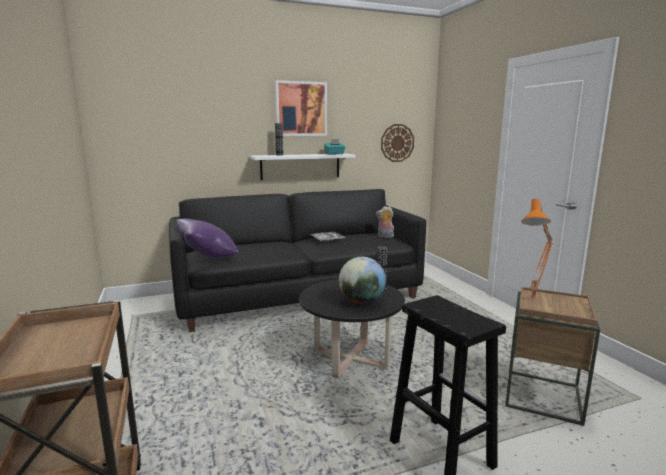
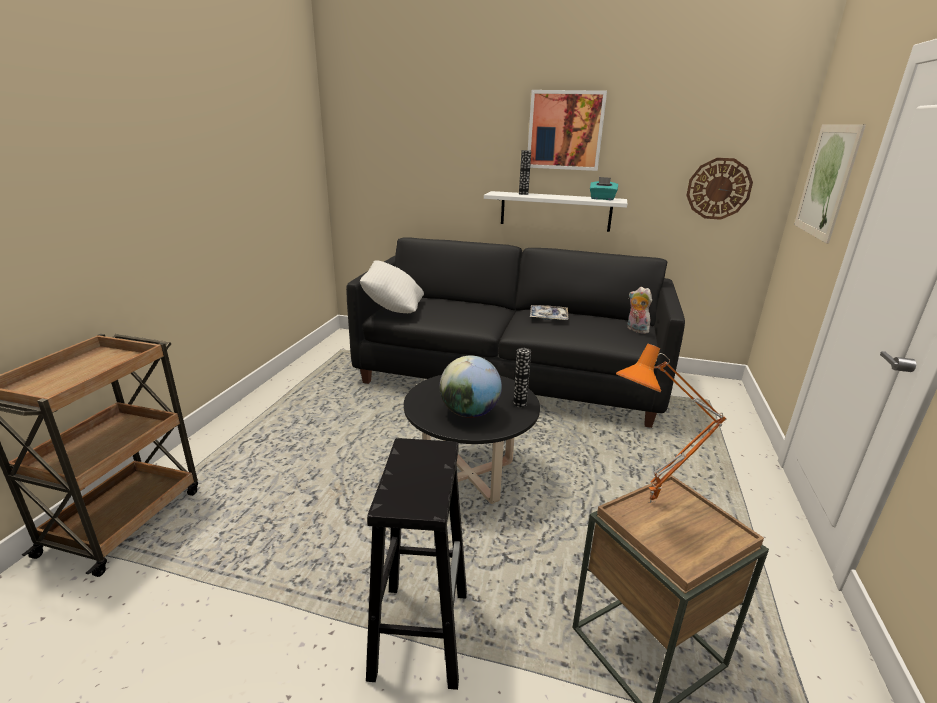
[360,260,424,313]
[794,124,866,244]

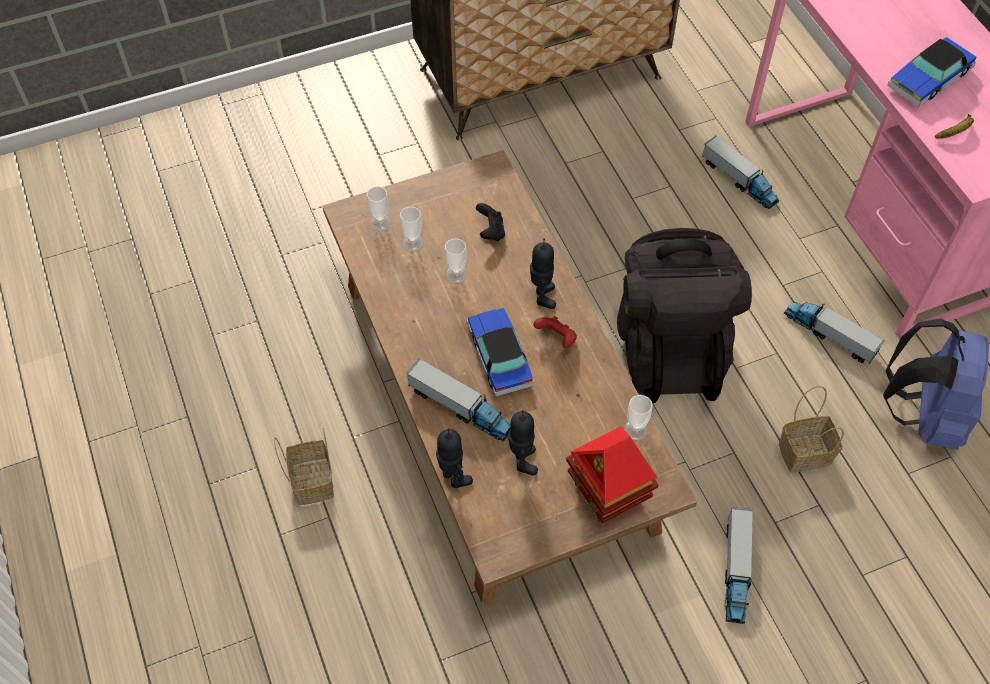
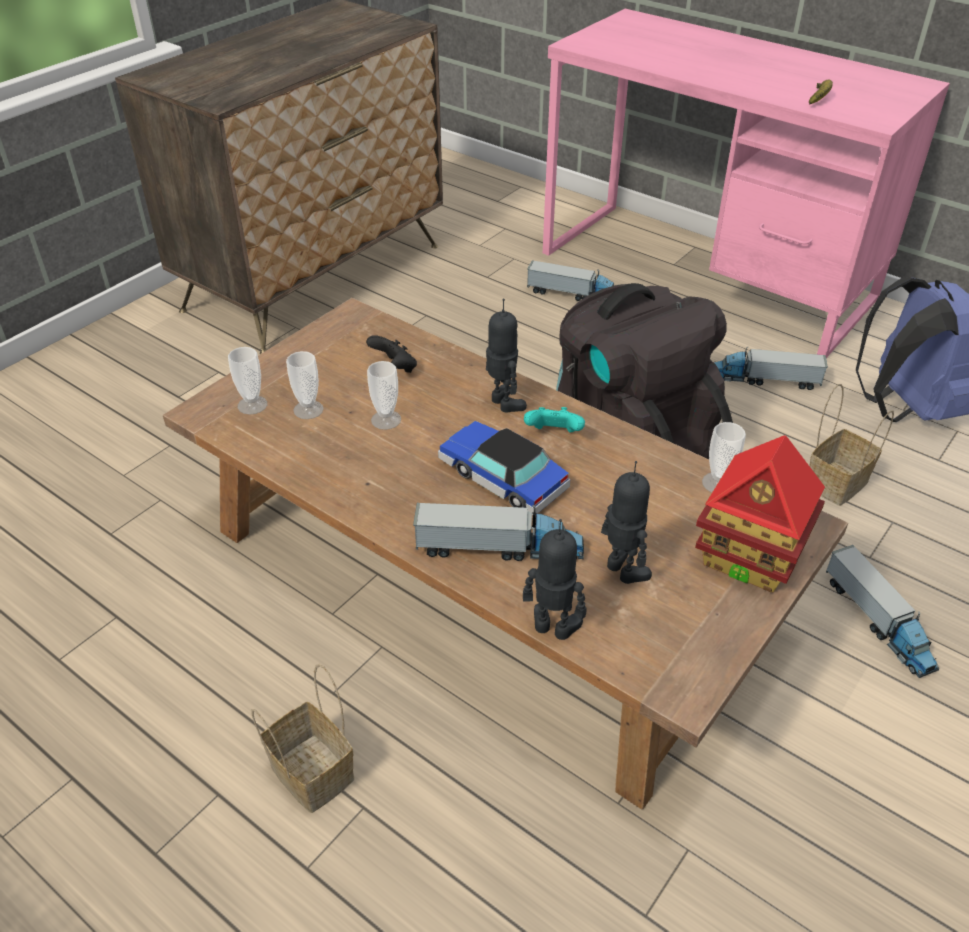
[887,37,976,107] (first image)
[524,407,585,433]

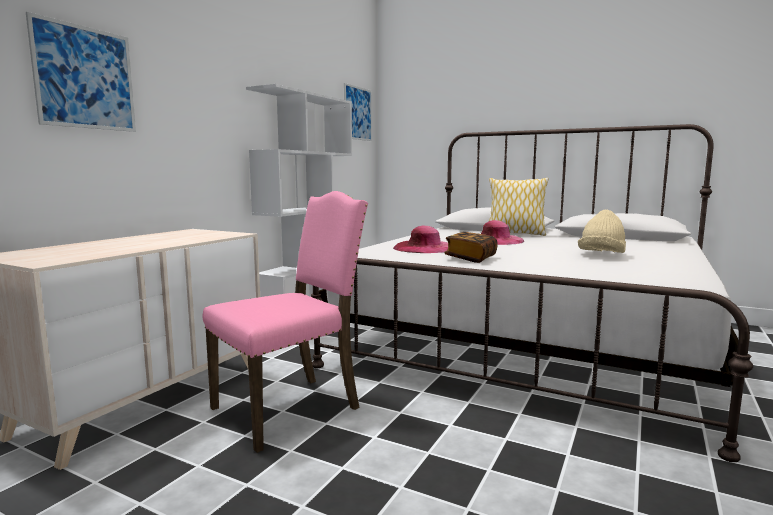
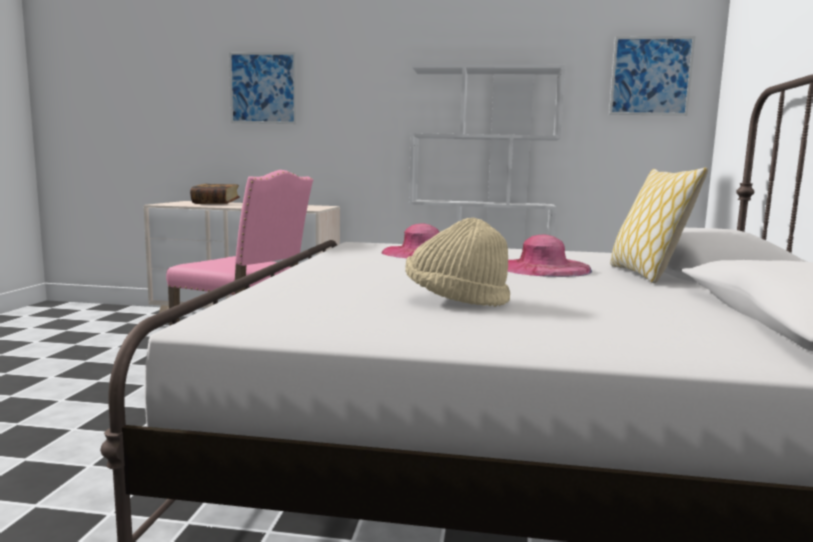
[190,184,240,204]

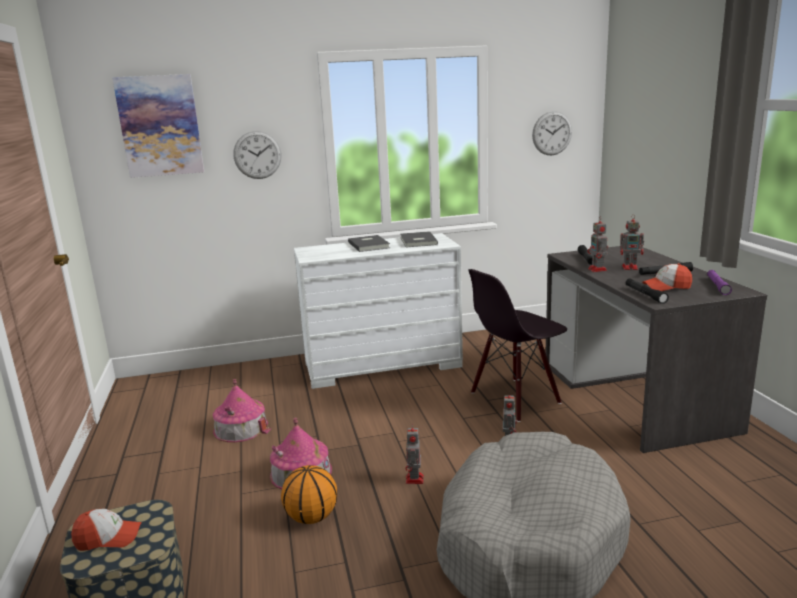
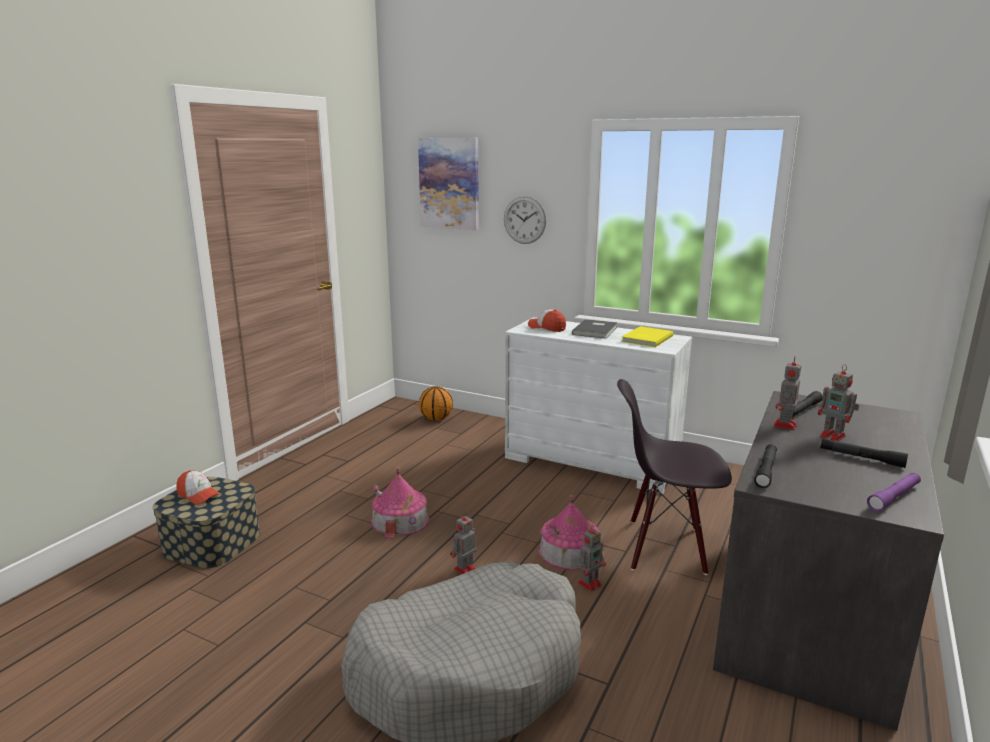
[532,111,572,155] (first image)
[621,326,674,347]
[528,309,566,332]
[538,495,600,570]
[419,386,453,421]

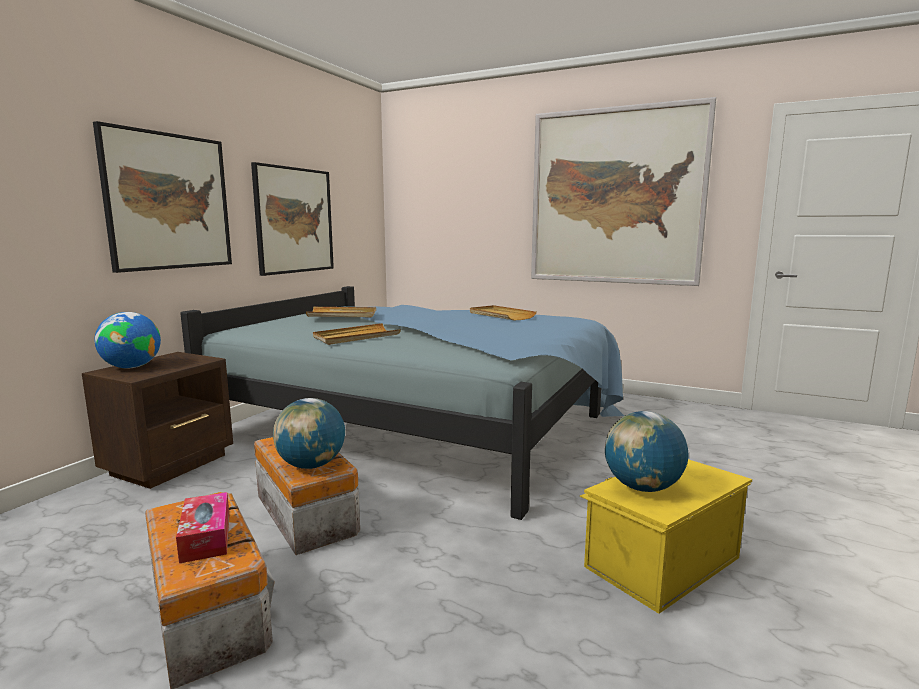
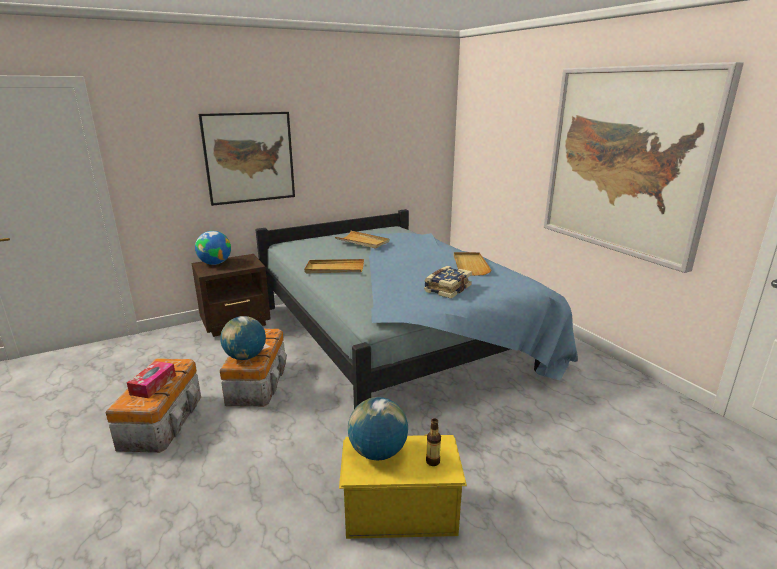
[251,162,334,276] (first image)
[424,266,472,299]
[426,418,441,466]

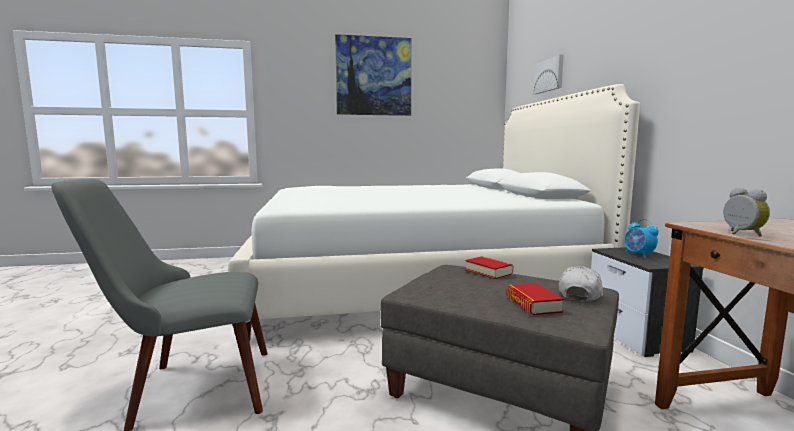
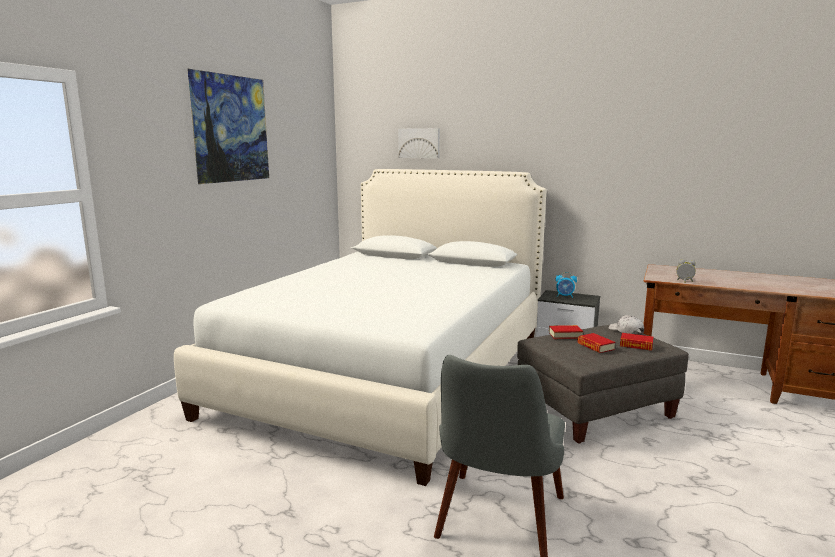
[577,333,615,353]

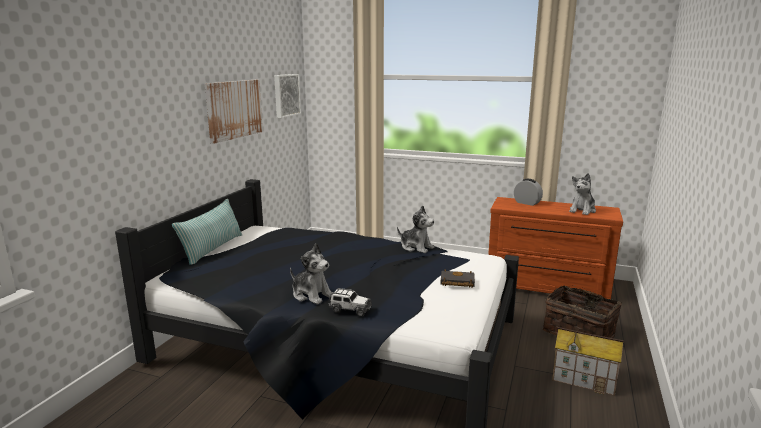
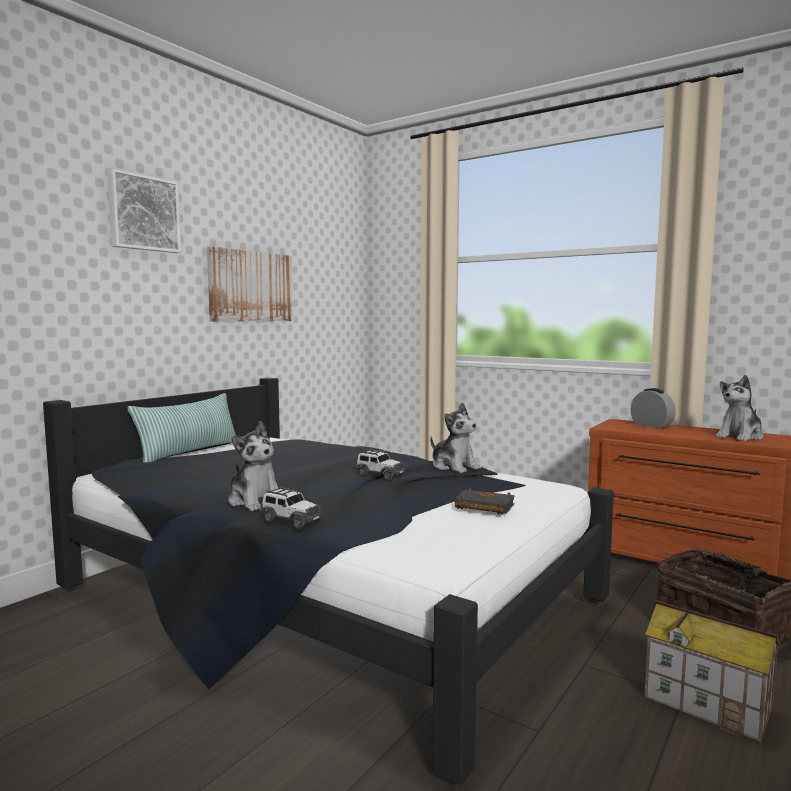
[108,169,181,253]
[355,449,407,480]

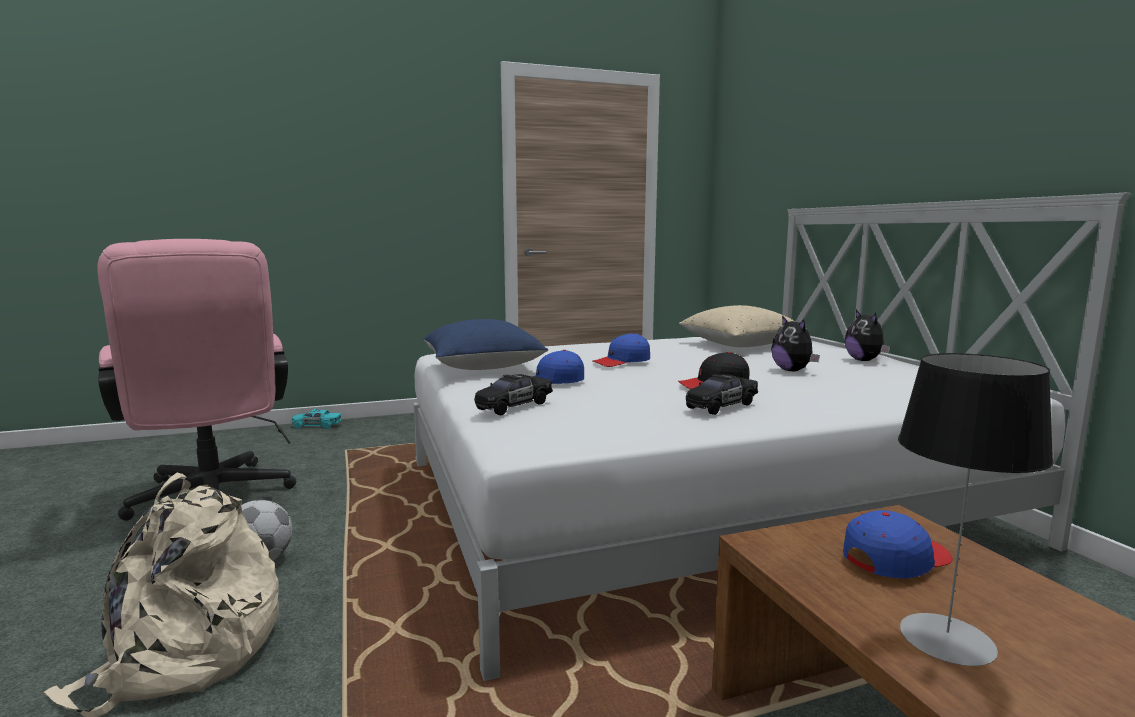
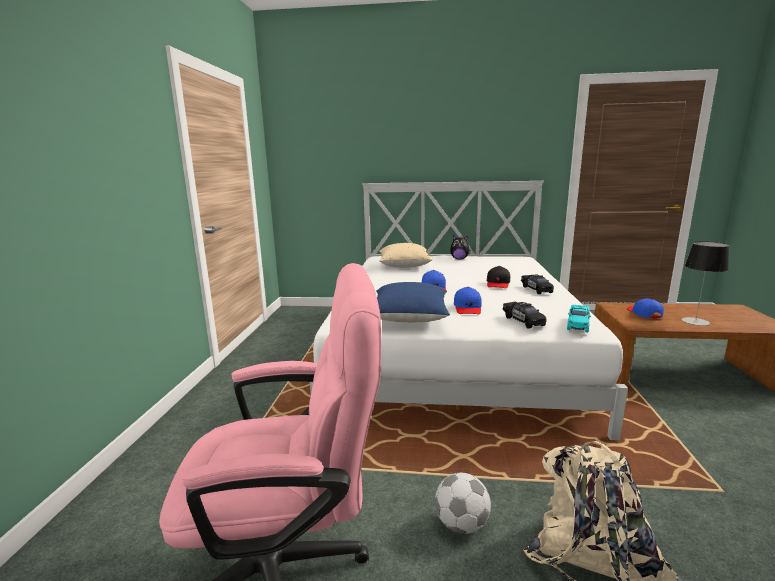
[771,316,820,371] (first image)
[567,305,591,333]

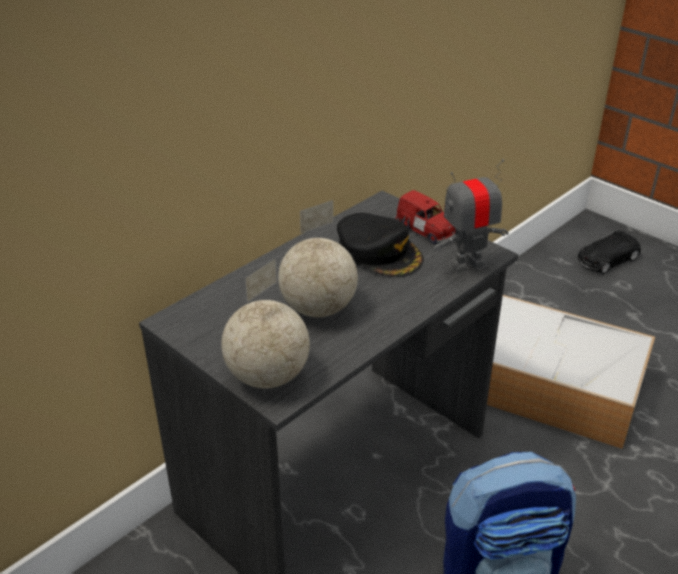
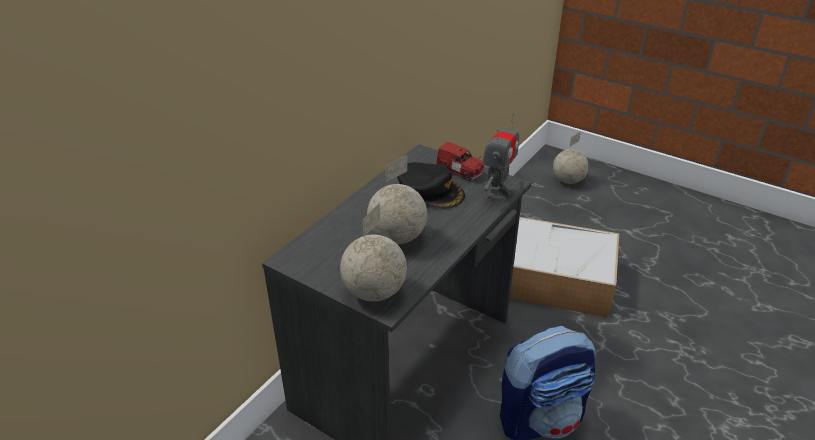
[483,113,519,202]
[553,132,589,184]

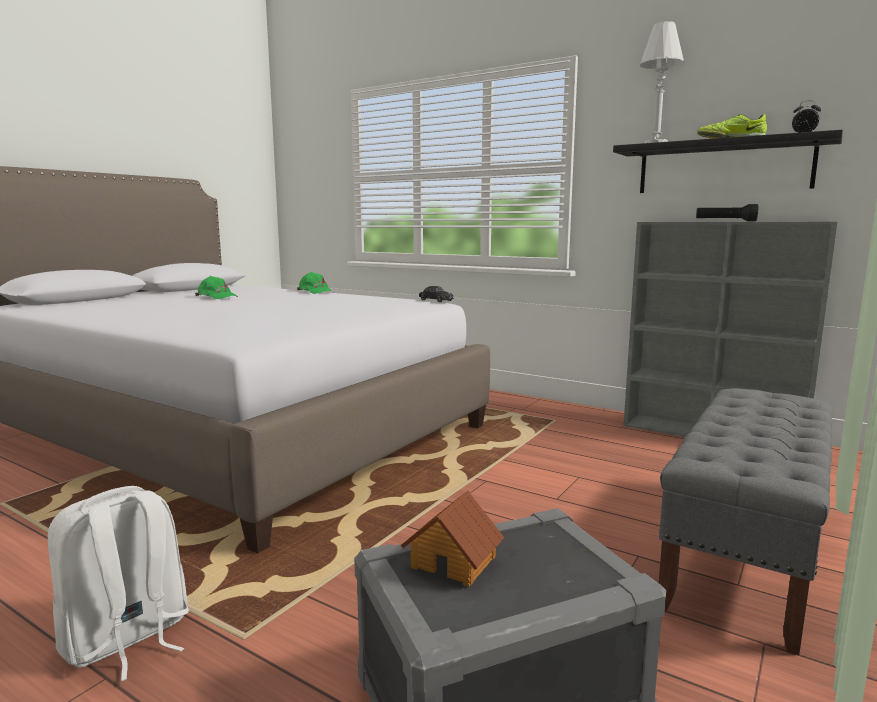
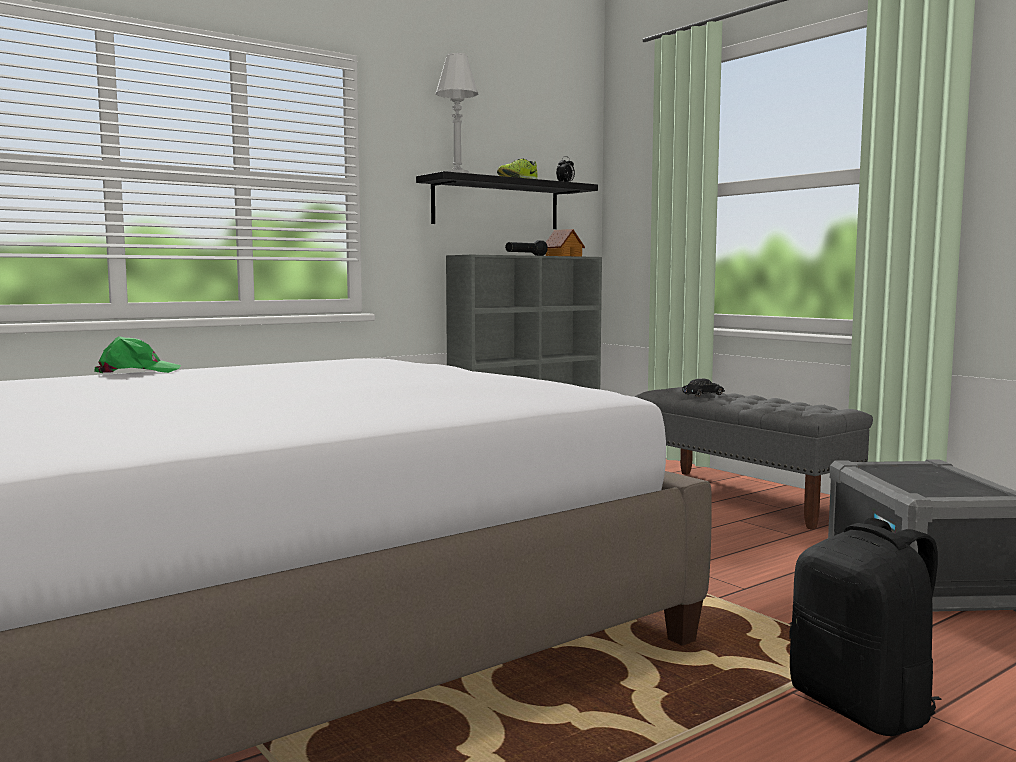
[195,276,238,299] (first image)
[682,378,725,397]
[790,518,941,736]
[545,229,585,257]

